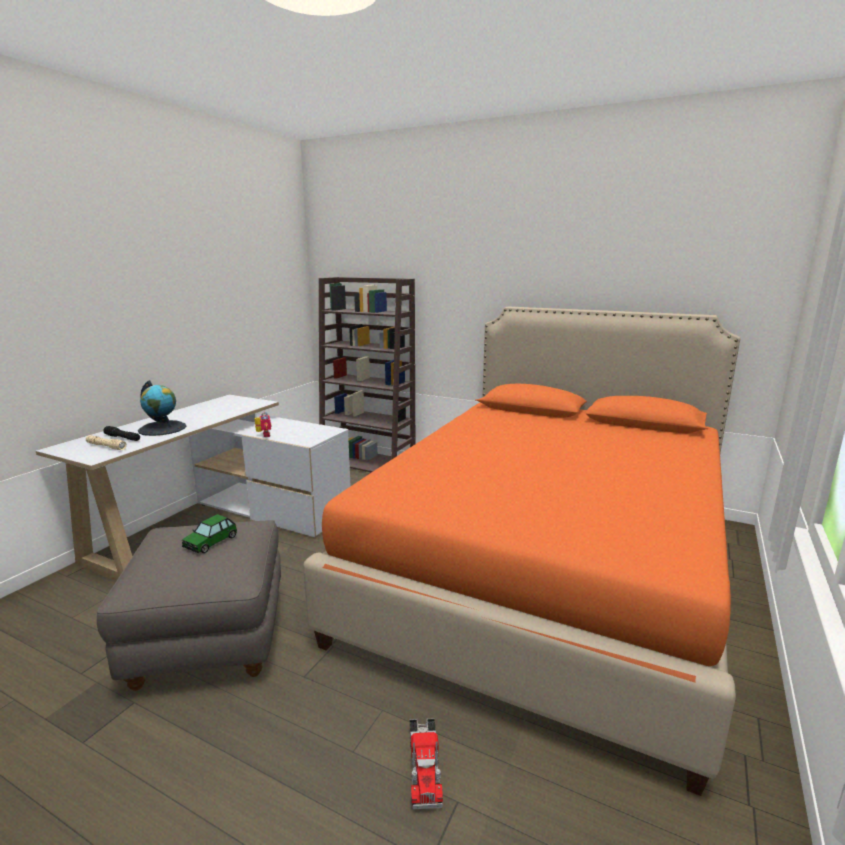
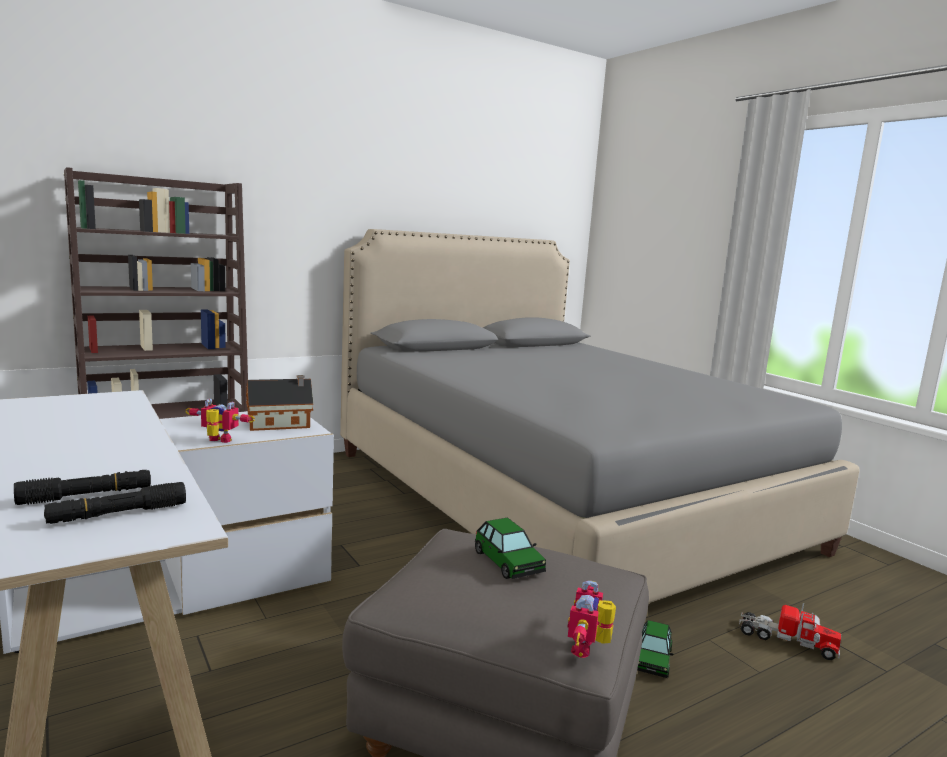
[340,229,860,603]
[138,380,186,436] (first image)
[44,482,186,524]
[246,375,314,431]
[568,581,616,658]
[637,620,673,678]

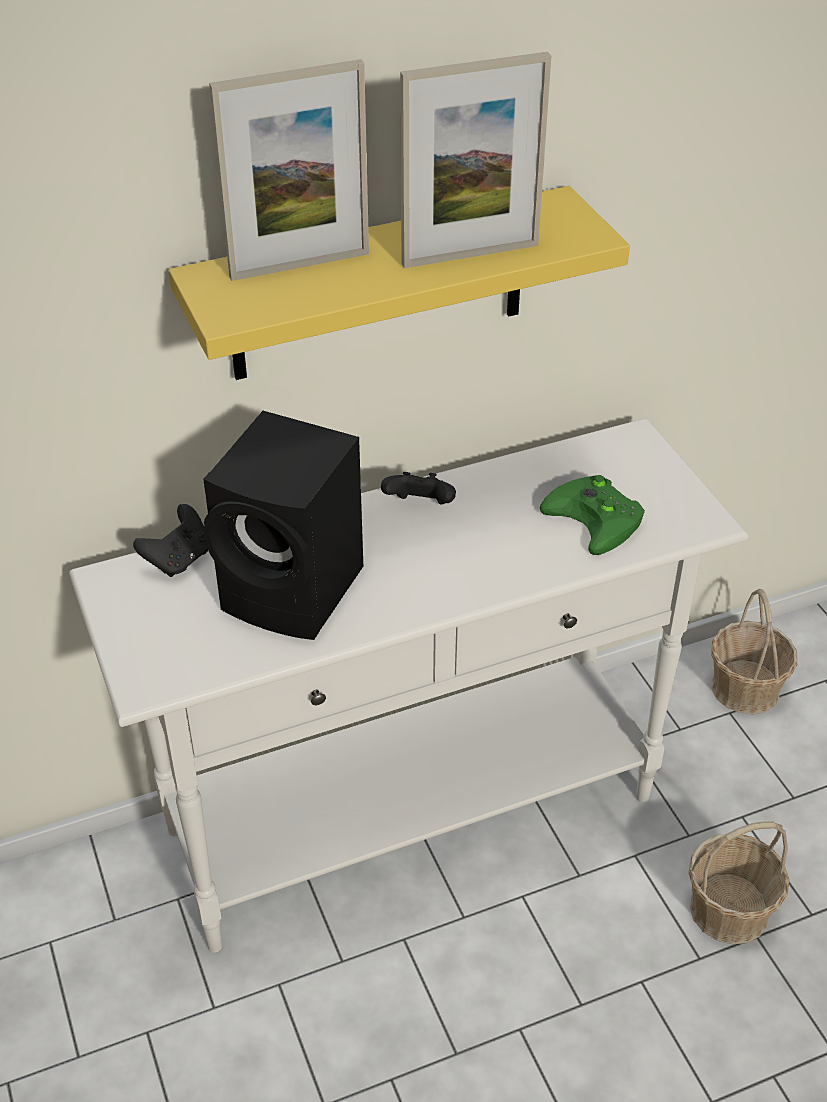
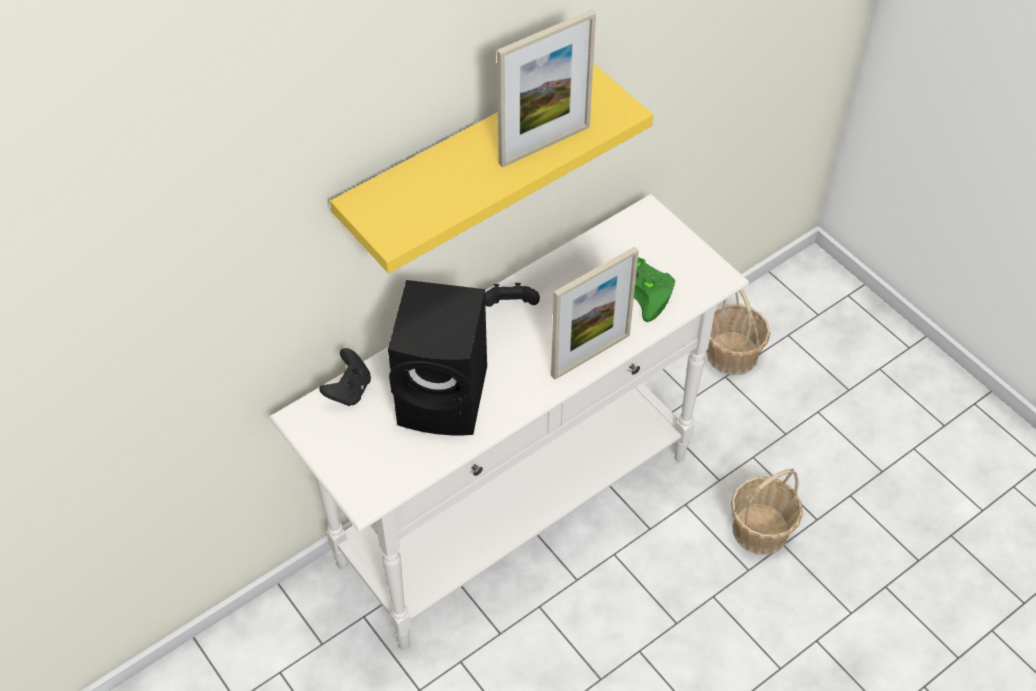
[551,246,639,380]

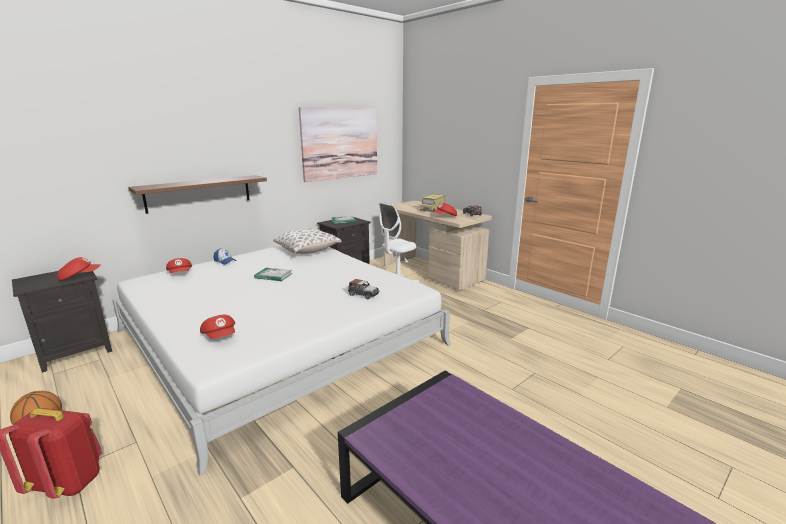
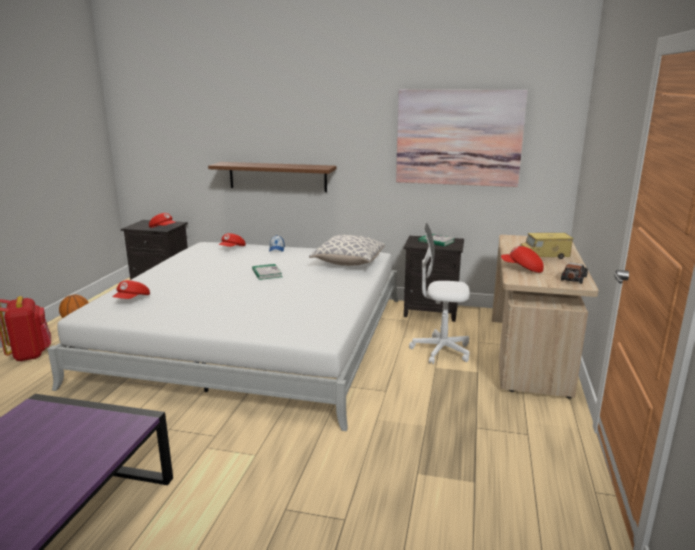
[348,279,379,299] (first image)

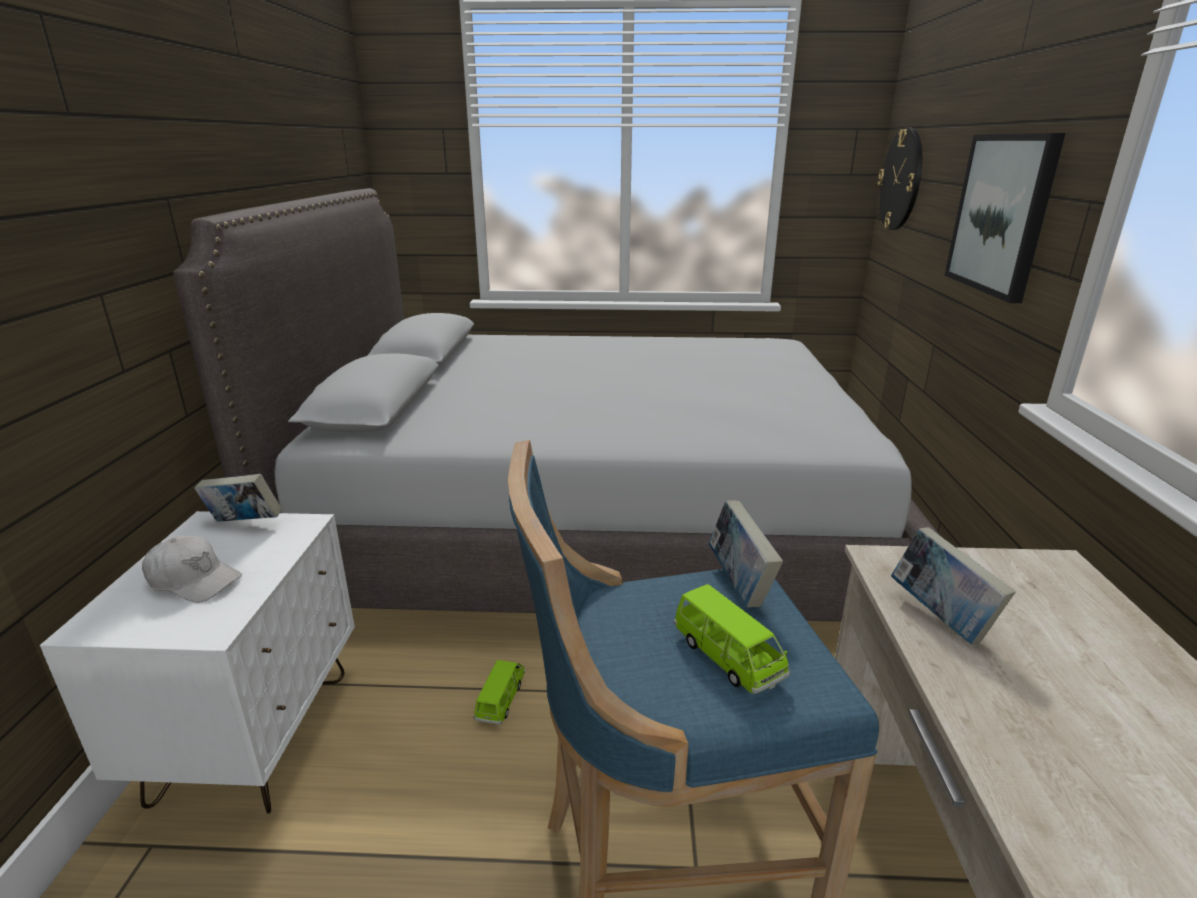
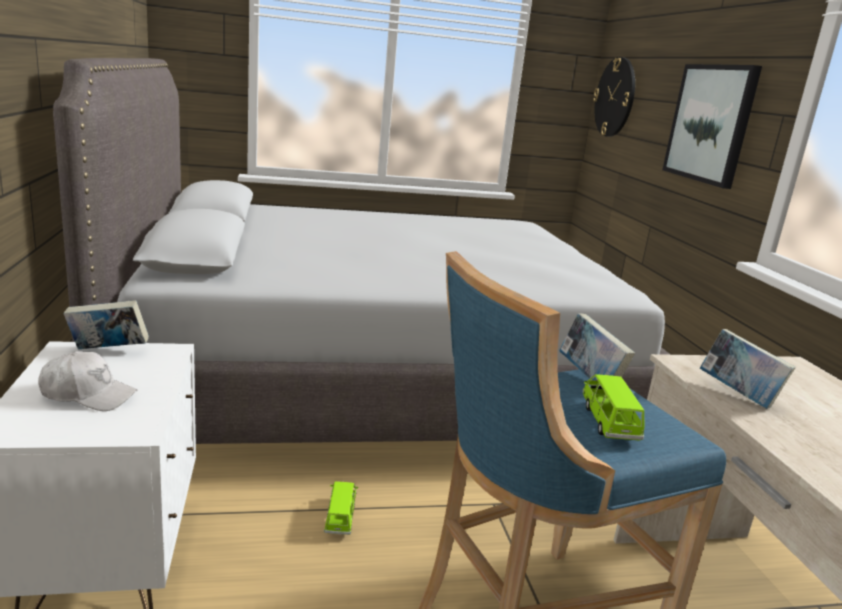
[583,374,645,441]

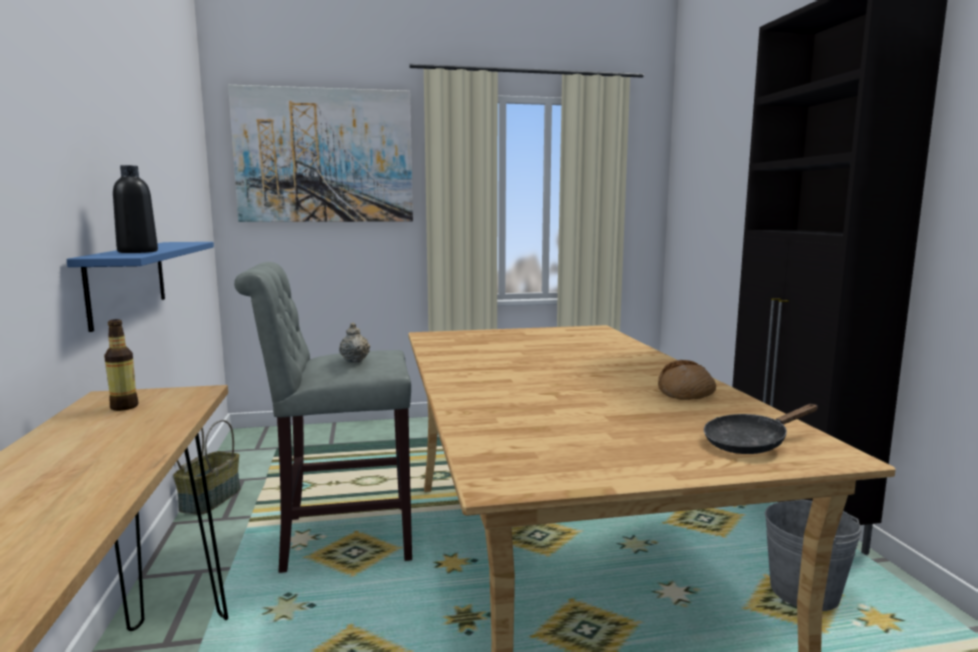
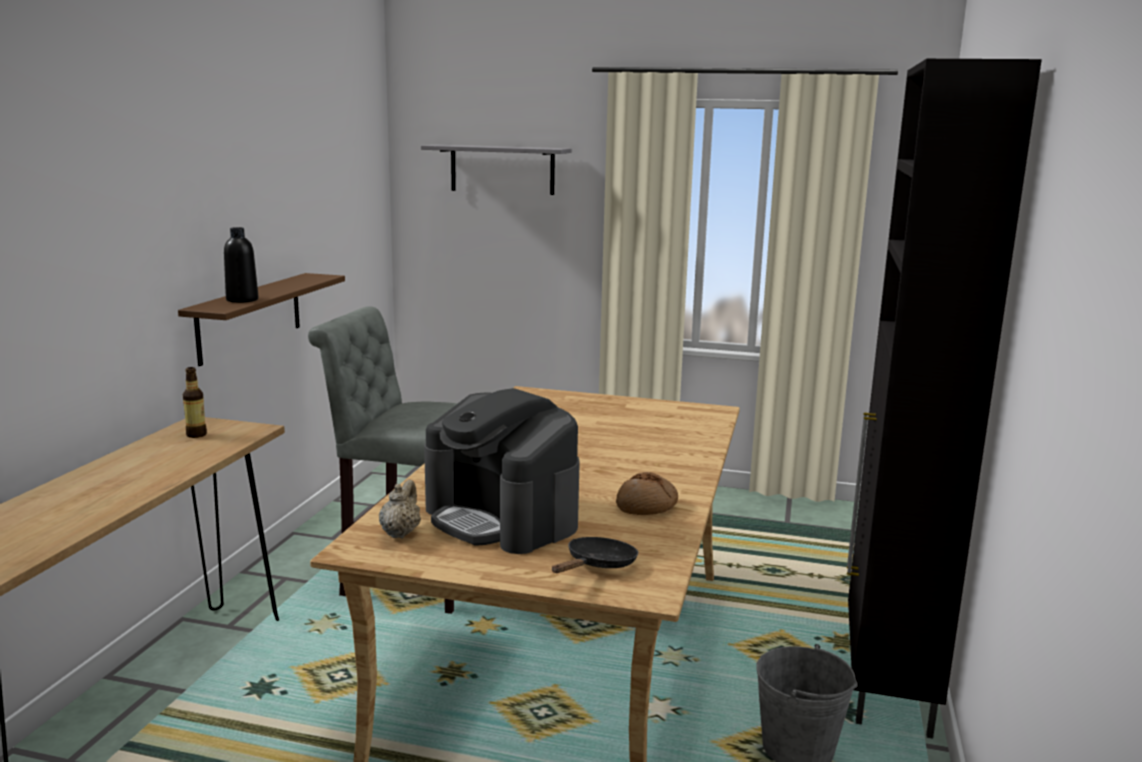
[421,145,572,195]
[178,273,345,366]
[379,480,421,539]
[552,537,638,573]
[173,420,241,515] (first image)
[424,388,580,554]

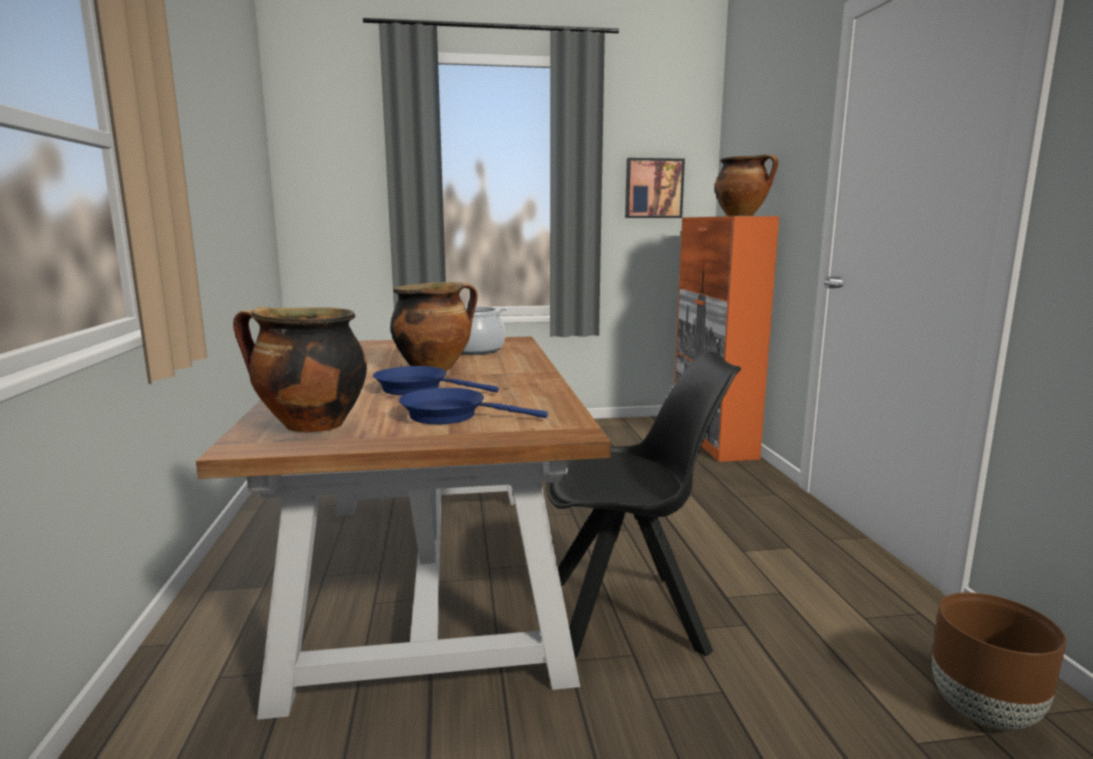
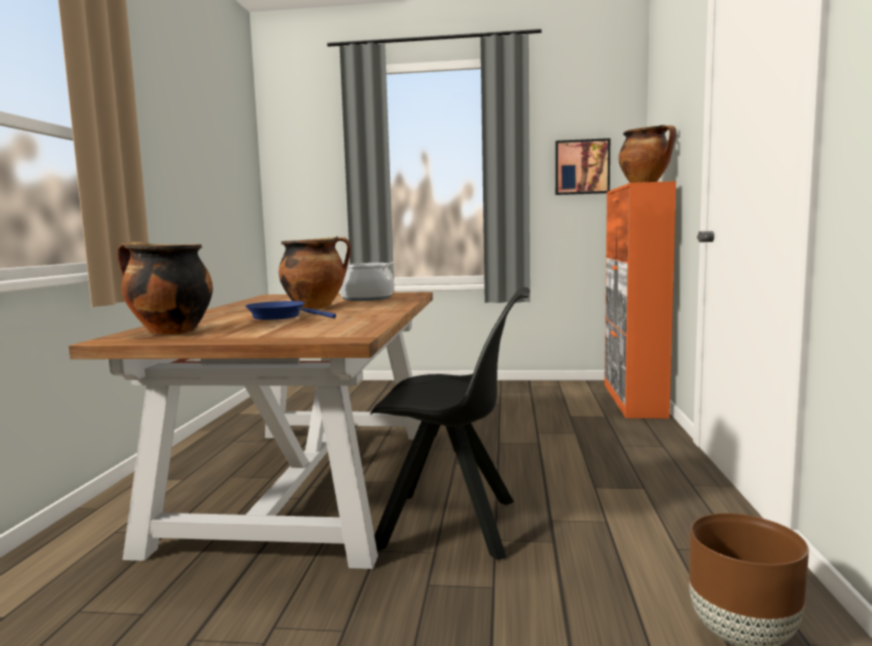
[399,388,548,424] (first image)

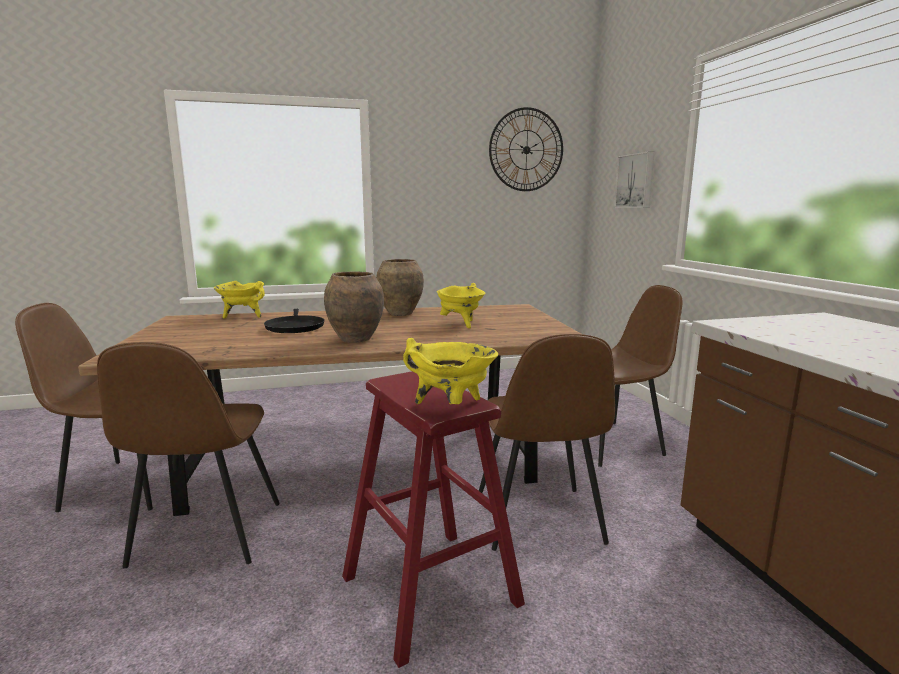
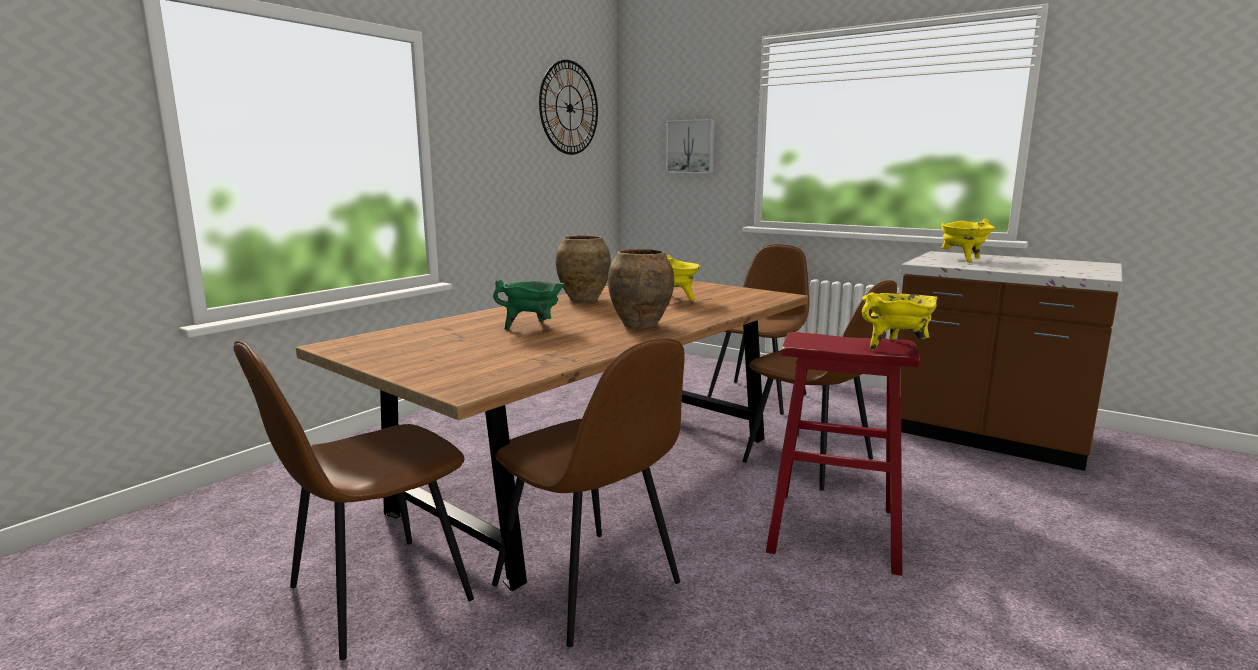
[941,219,995,262]
[493,279,564,330]

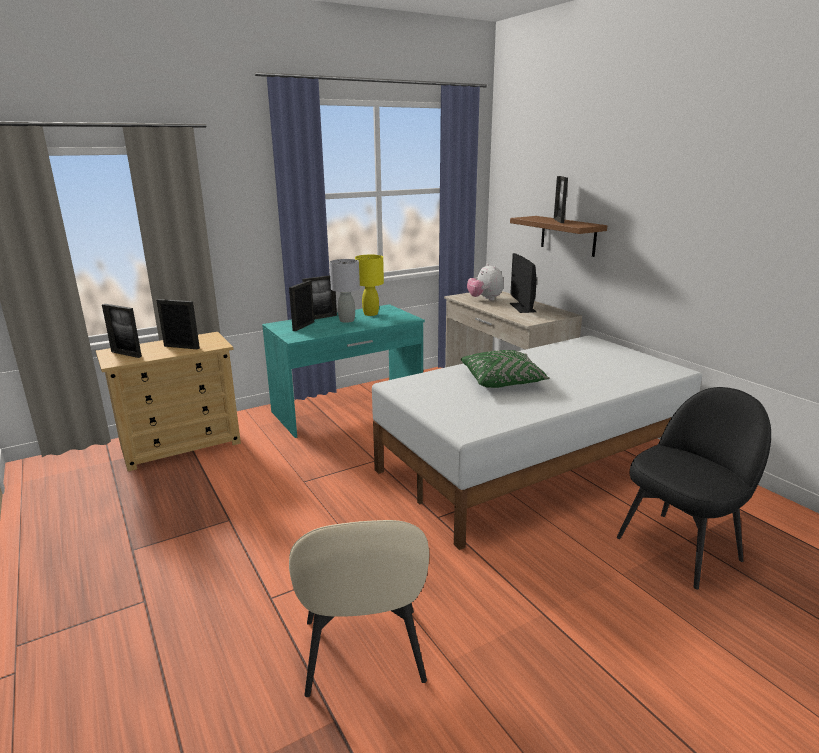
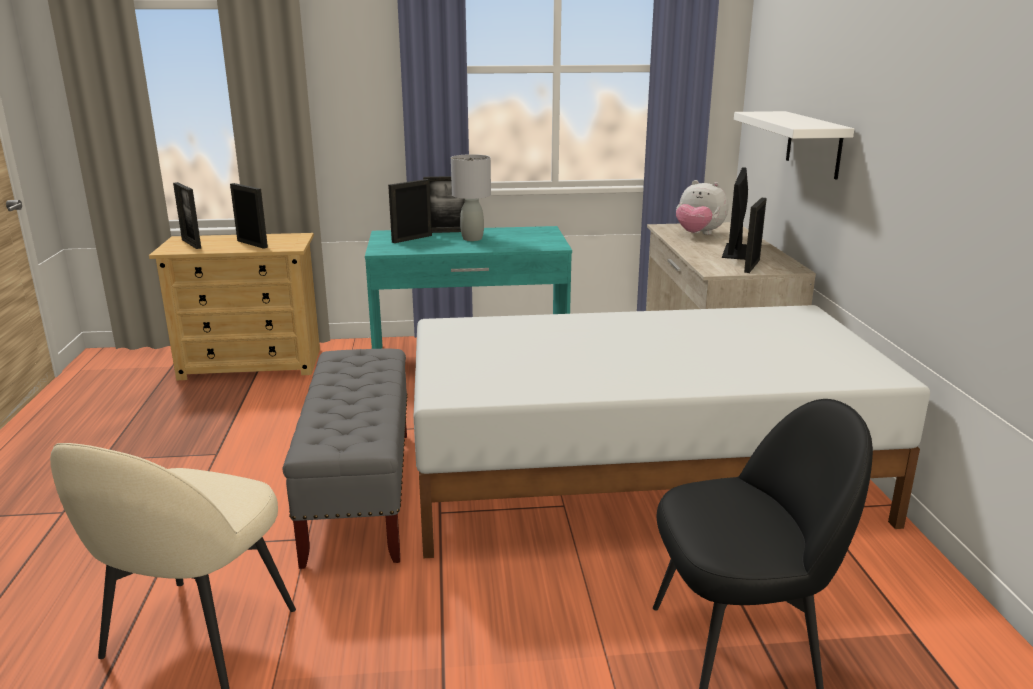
[744,198,767,273]
[734,111,854,179]
[355,255,384,316] (first image)
[676,180,728,235]
[461,350,550,388] (first image)
[282,348,408,569]

